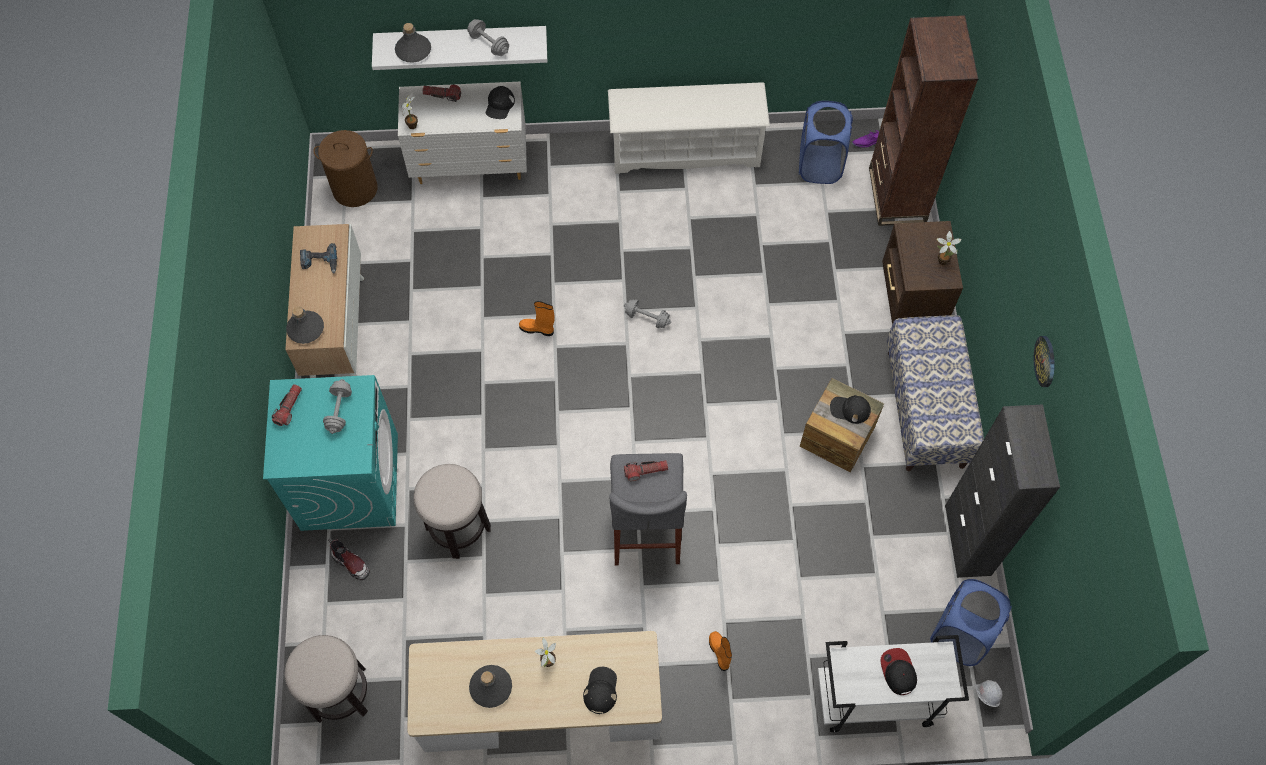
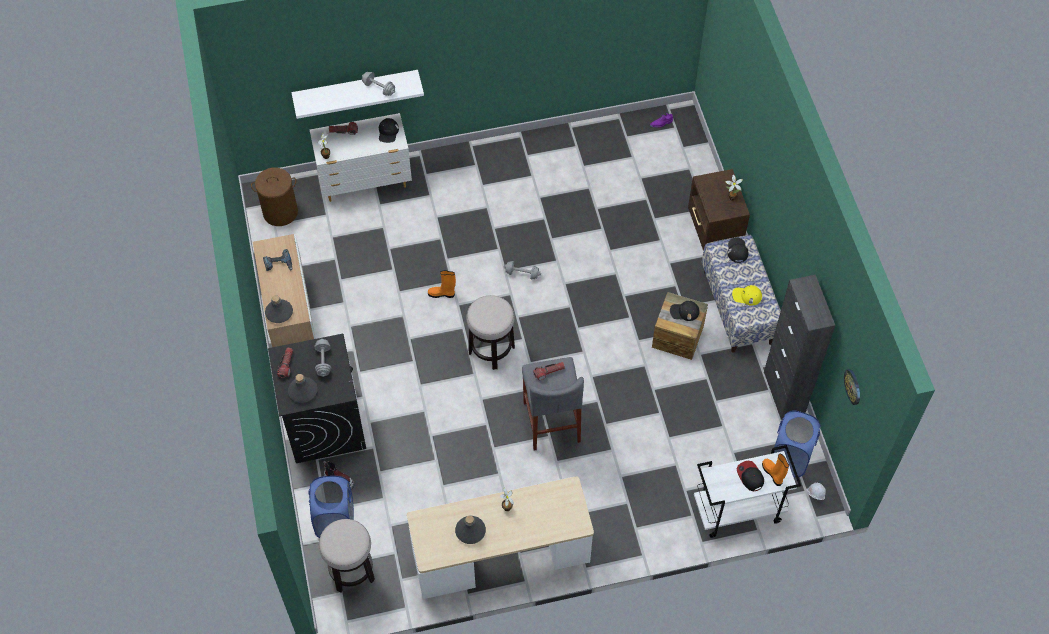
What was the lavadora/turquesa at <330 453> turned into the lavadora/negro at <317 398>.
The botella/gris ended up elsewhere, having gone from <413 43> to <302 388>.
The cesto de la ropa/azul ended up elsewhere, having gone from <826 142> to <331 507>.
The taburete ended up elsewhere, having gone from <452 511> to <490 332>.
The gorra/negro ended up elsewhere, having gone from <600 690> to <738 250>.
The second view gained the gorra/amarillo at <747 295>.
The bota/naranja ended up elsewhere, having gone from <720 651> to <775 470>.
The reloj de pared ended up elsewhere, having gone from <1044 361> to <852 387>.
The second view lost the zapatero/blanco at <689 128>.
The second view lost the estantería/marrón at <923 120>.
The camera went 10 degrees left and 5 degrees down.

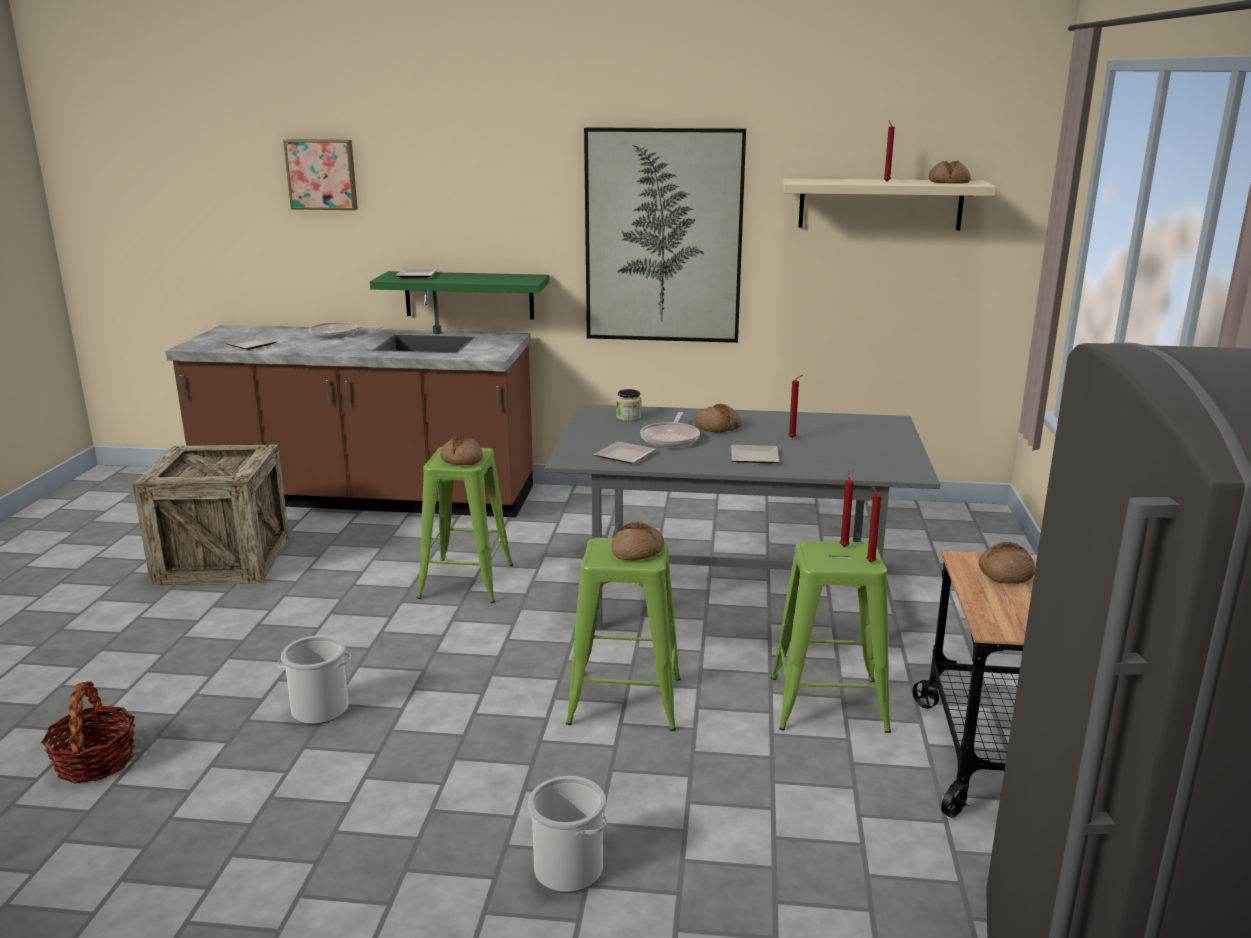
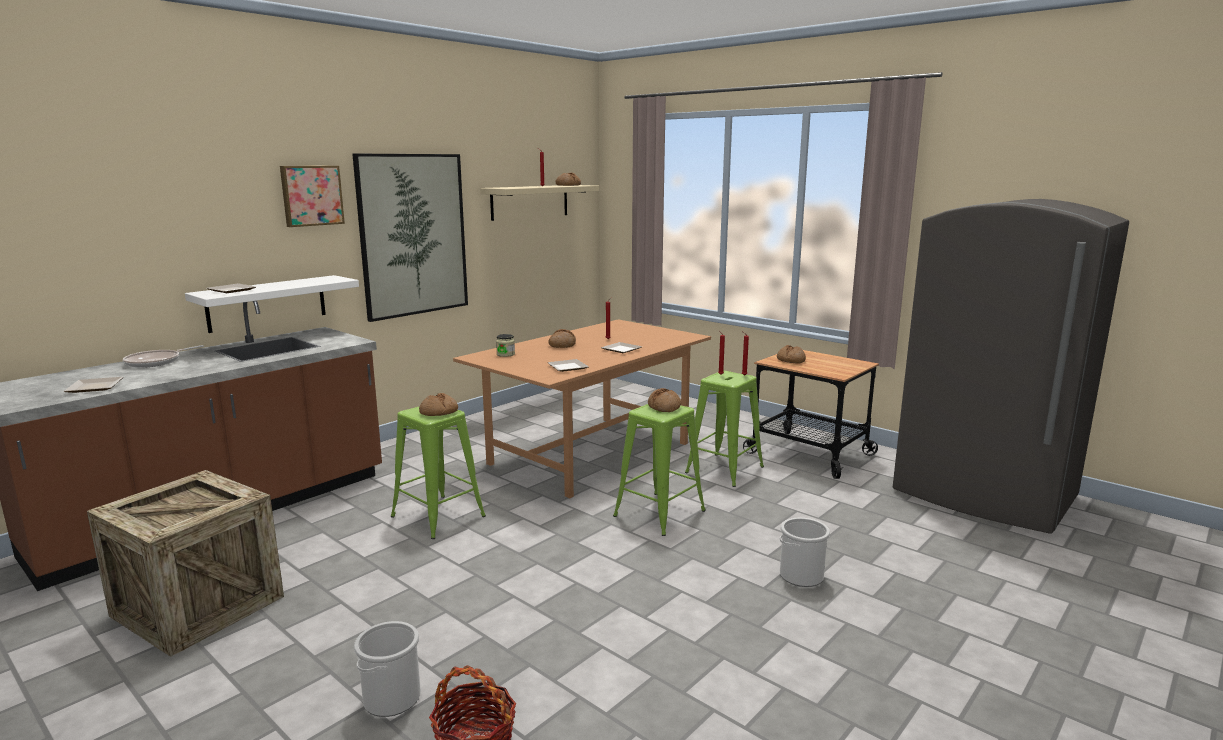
What was the estante/verde at <460 295> turned into the estante/blanco at <272 304>.
The cuadro ended up elsewhere, having gone from <320 174> to <312 196>.
The cubo ended up elsewhere, having gone from <314 680> to <387 669>.
What was the mesa de comedor/gris at <742 517> turned into the mesa de comedor/marrón at <582 408>.
The second view lost the sartén at <670 430>.
The camera went 55 degrees left and 5 degrees down.

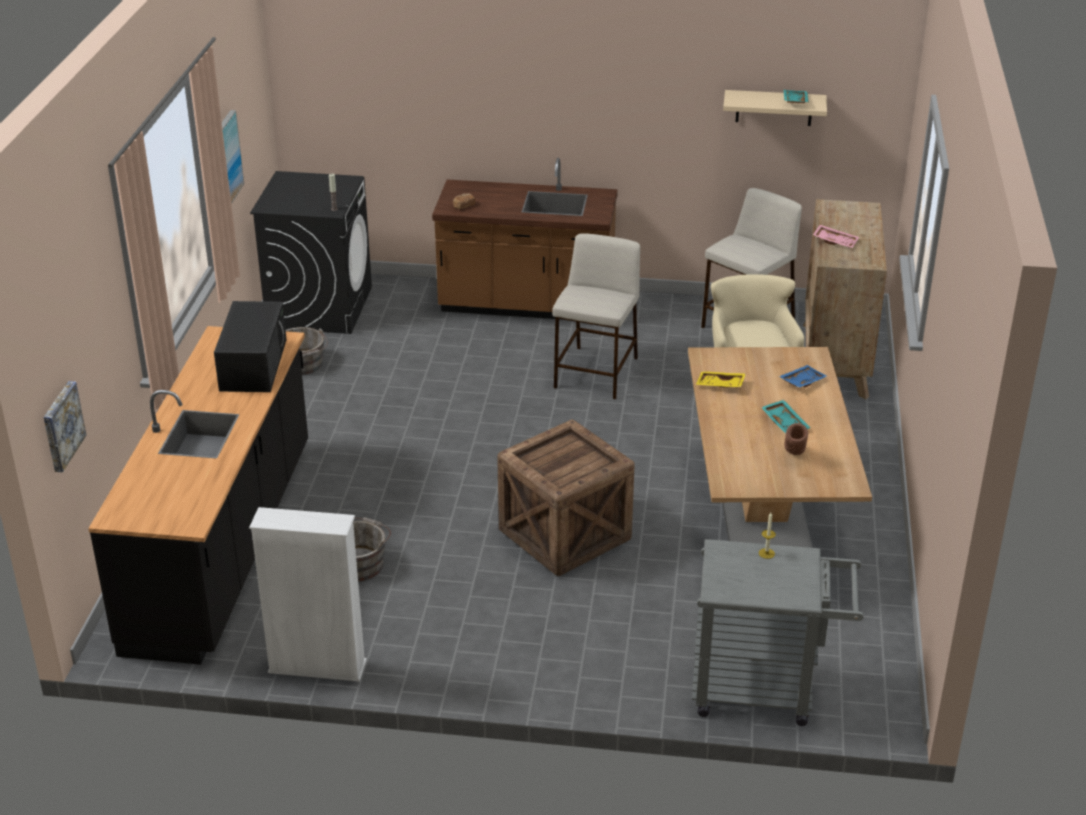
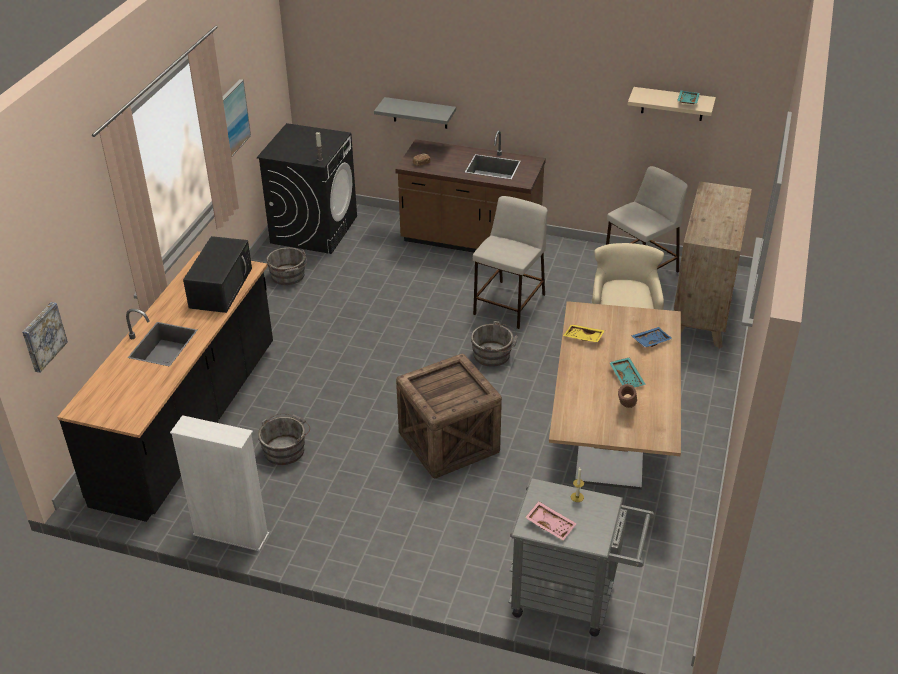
The second view gained the estante/gris at <415 113>.
The second view gained the cubo/gris at <494 344>.
The bandeja/rosa ended up elsewhere, having gone from <836 236> to <551 521>.
The camera went 10 degrees right and 5 degrees up.

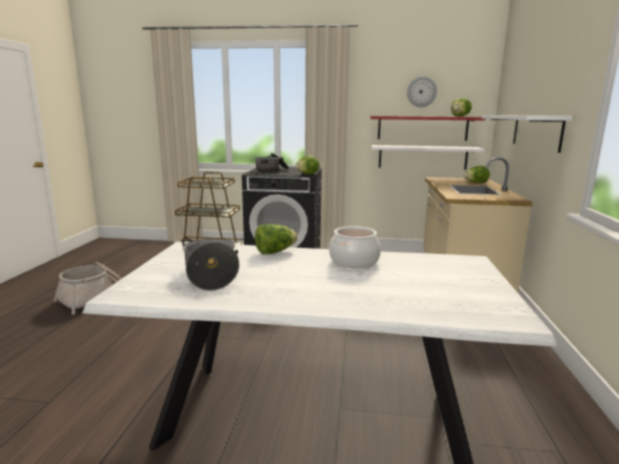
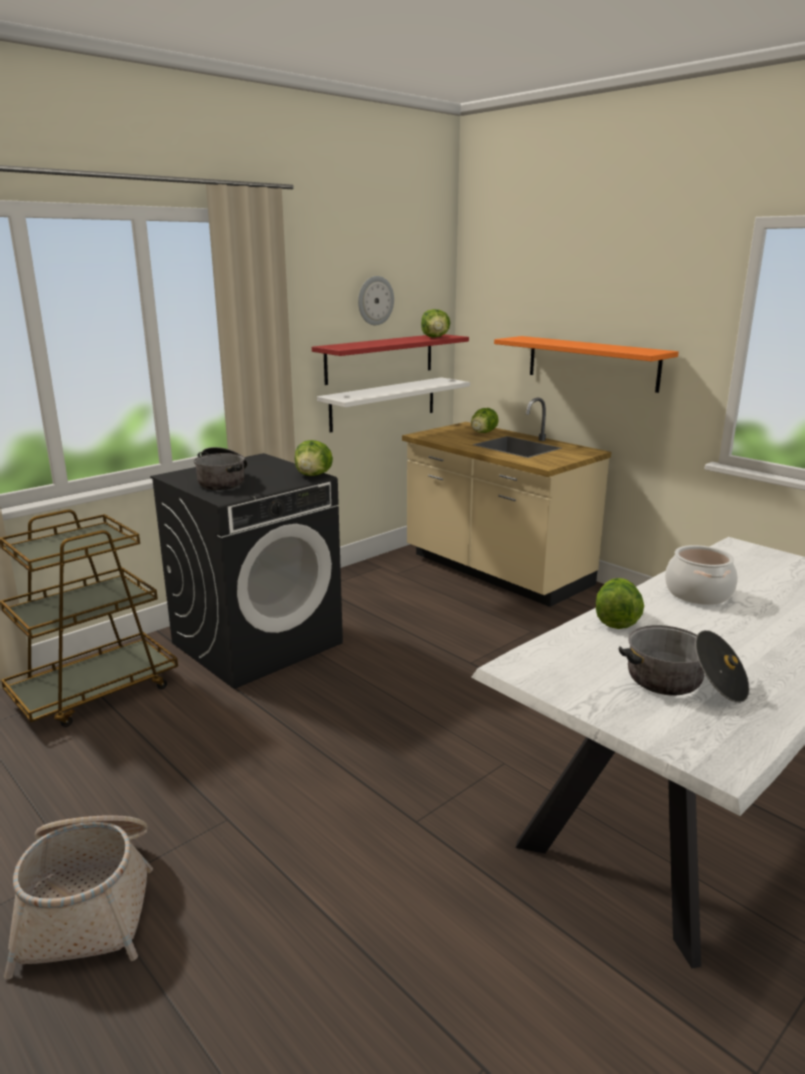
What was the estante/blanco at <527 134> turned into the estante/naranja at <586 364>.
The camera went 50 degrees left and 5 degrees up.

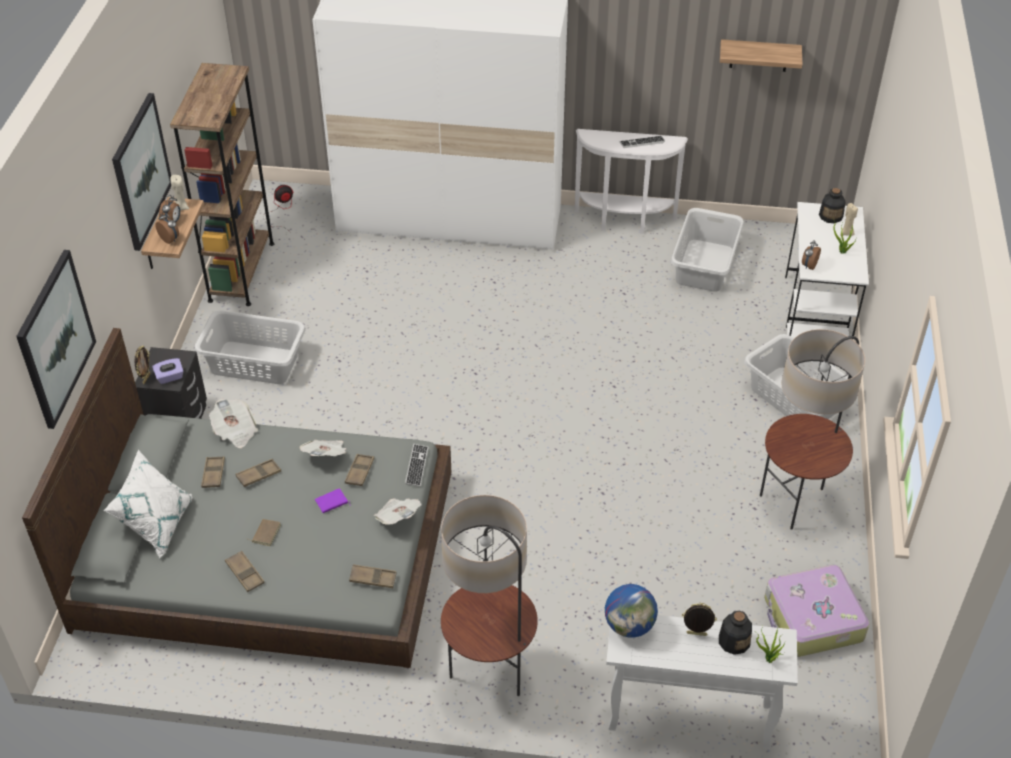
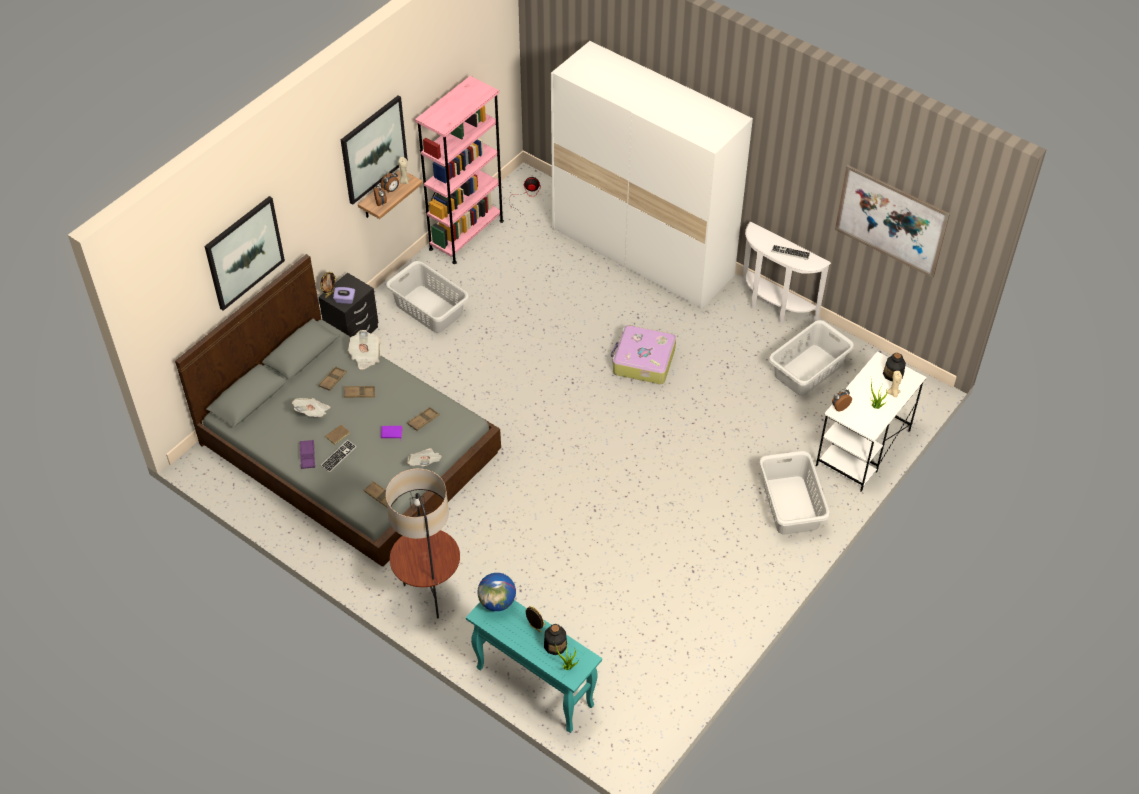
The periódico ended up elsewhere, having gone from <323 448> to <311 407>.
What was the bandeja/marrón at <245 571> turned into the bandeja/morado at <307 454>.
The teclado ended up elsewhere, having gone from <416 465> to <338 456>.
What was the estantería/marrón at <222 184> turned into the estantería/rosa at <459 170>.
What was the mesa consola/blanco at <702 682> turned into the mesa consola/turquesa at <534 666>.
The maleta ended up elsewhere, having gone from <816 611> to <643 354>.
Where the estante hung at <761 55>, the cuadro came to hang at <892 221>.
The second view lost the cojín/blanco at <148 503>.
The second view lost the lámpara de pie at <812 429>.
The camera went 30 degrees right and 5 degrees up.

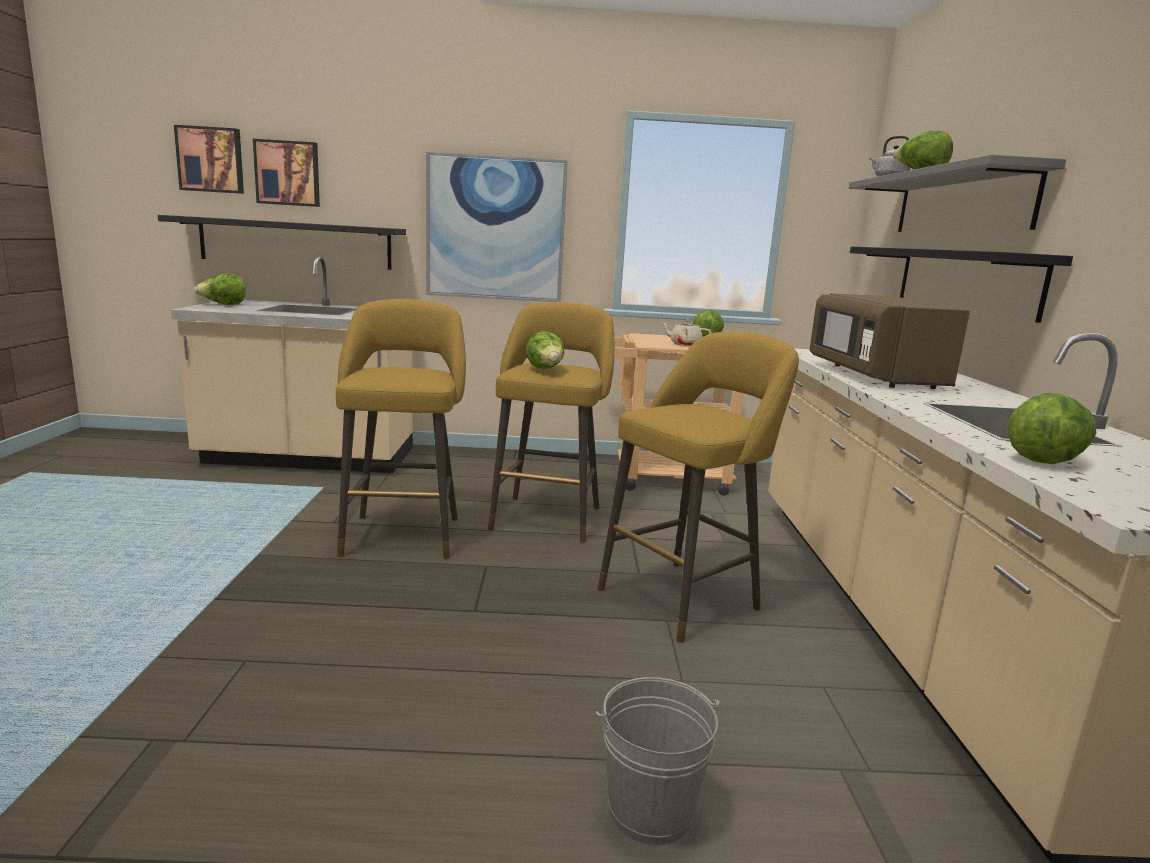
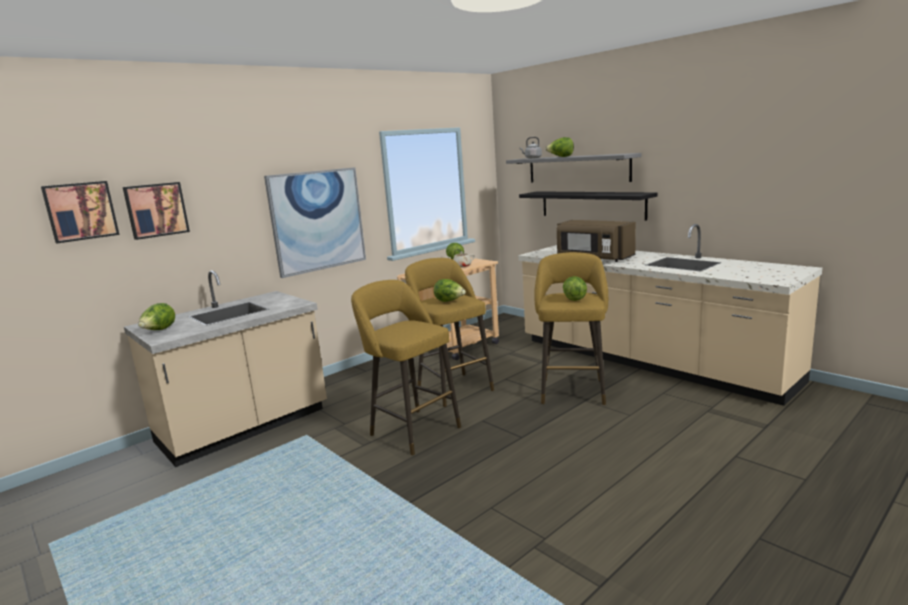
The lechuga ended up elsewhere, having gone from <1052 428> to <575 288>.
The second view lost the estante/negro at <282 242>.
The second view lost the cubo/gris at <657 761>.
The camera went 40 degrees left and 0 degrees up.

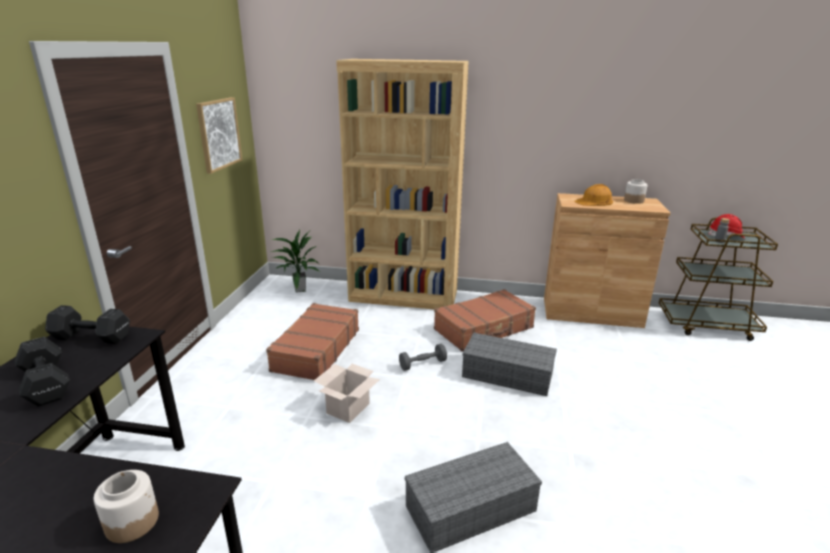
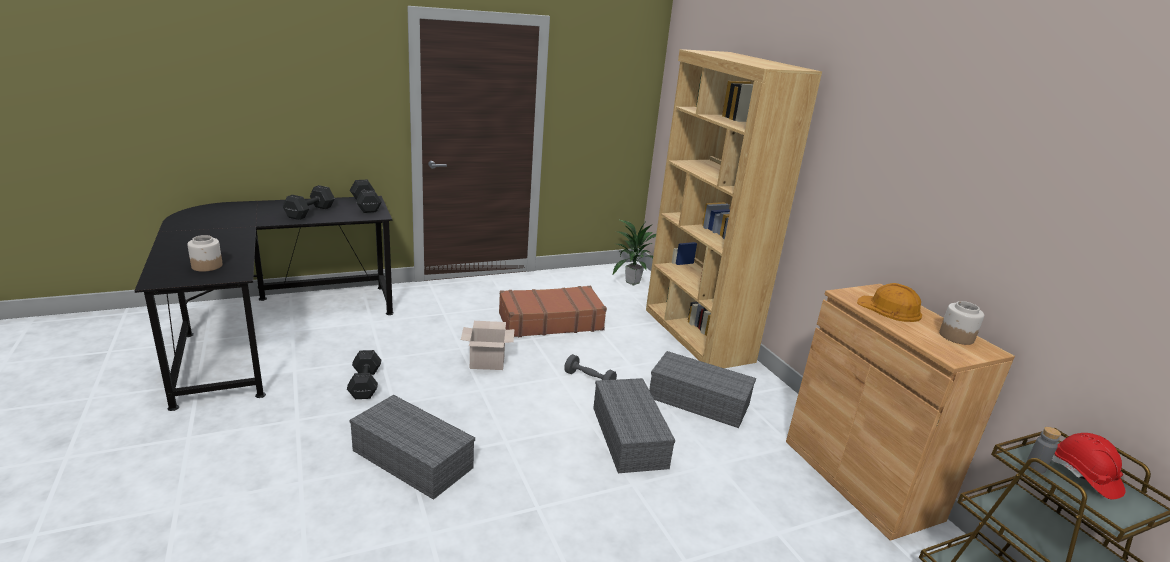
The second view gained the mancuerna/negro at <364 374>.
Where the maleta/marrón stood at <485 320>, the caja de almacenaje/gris came to stand at <702 389>.
The second view lost the cuadro at <219 135>.
The camera went 55 degrees right and 0 degrees up.

